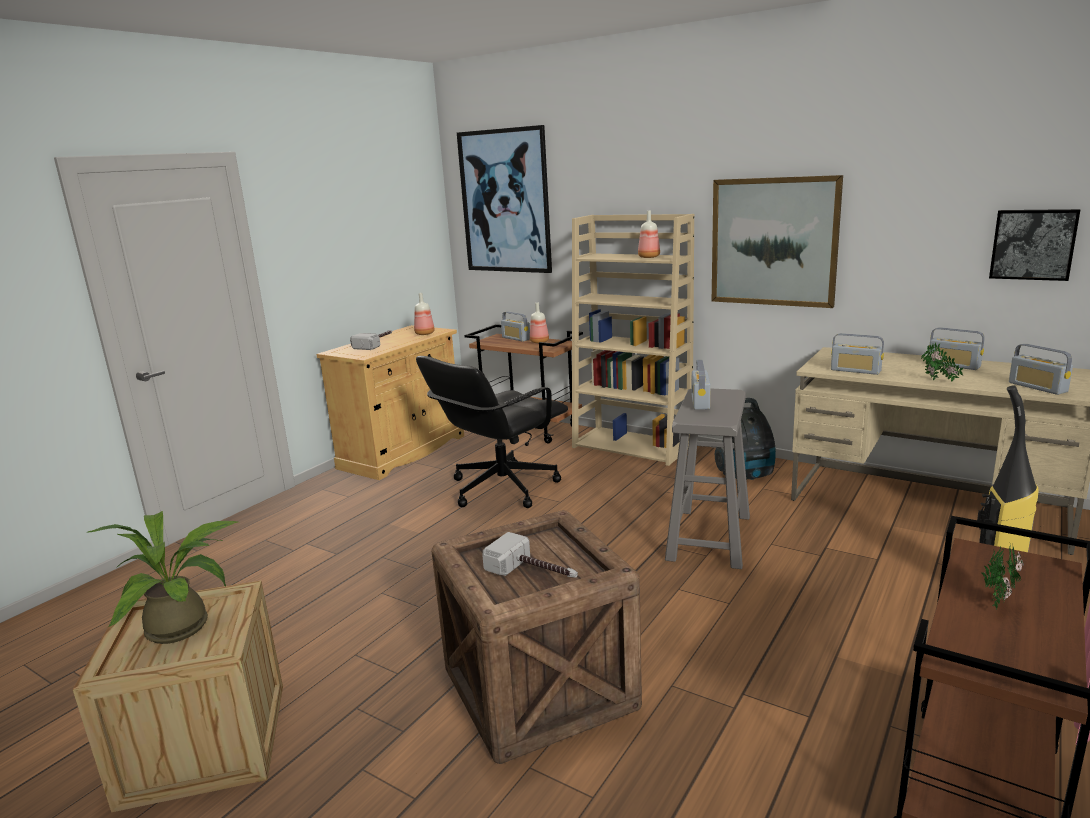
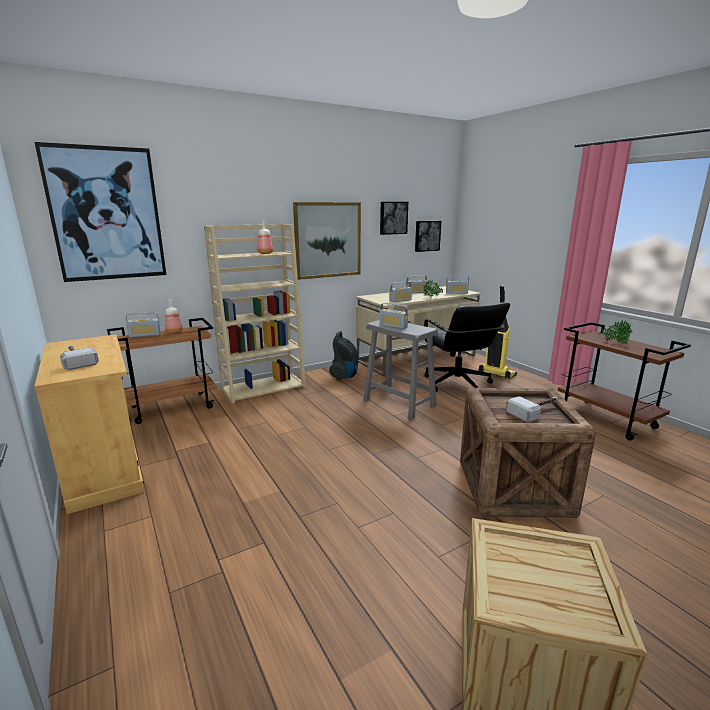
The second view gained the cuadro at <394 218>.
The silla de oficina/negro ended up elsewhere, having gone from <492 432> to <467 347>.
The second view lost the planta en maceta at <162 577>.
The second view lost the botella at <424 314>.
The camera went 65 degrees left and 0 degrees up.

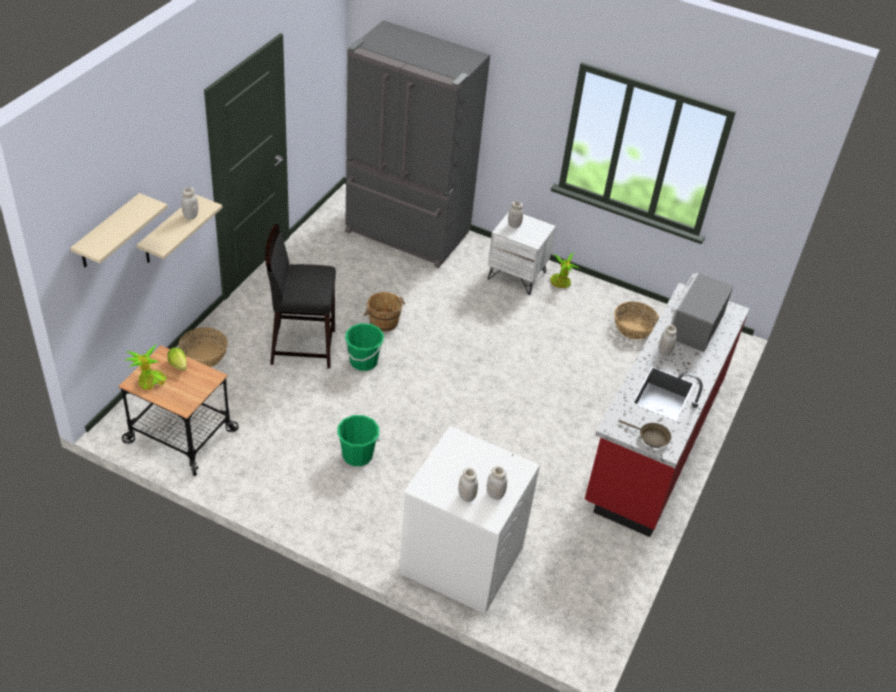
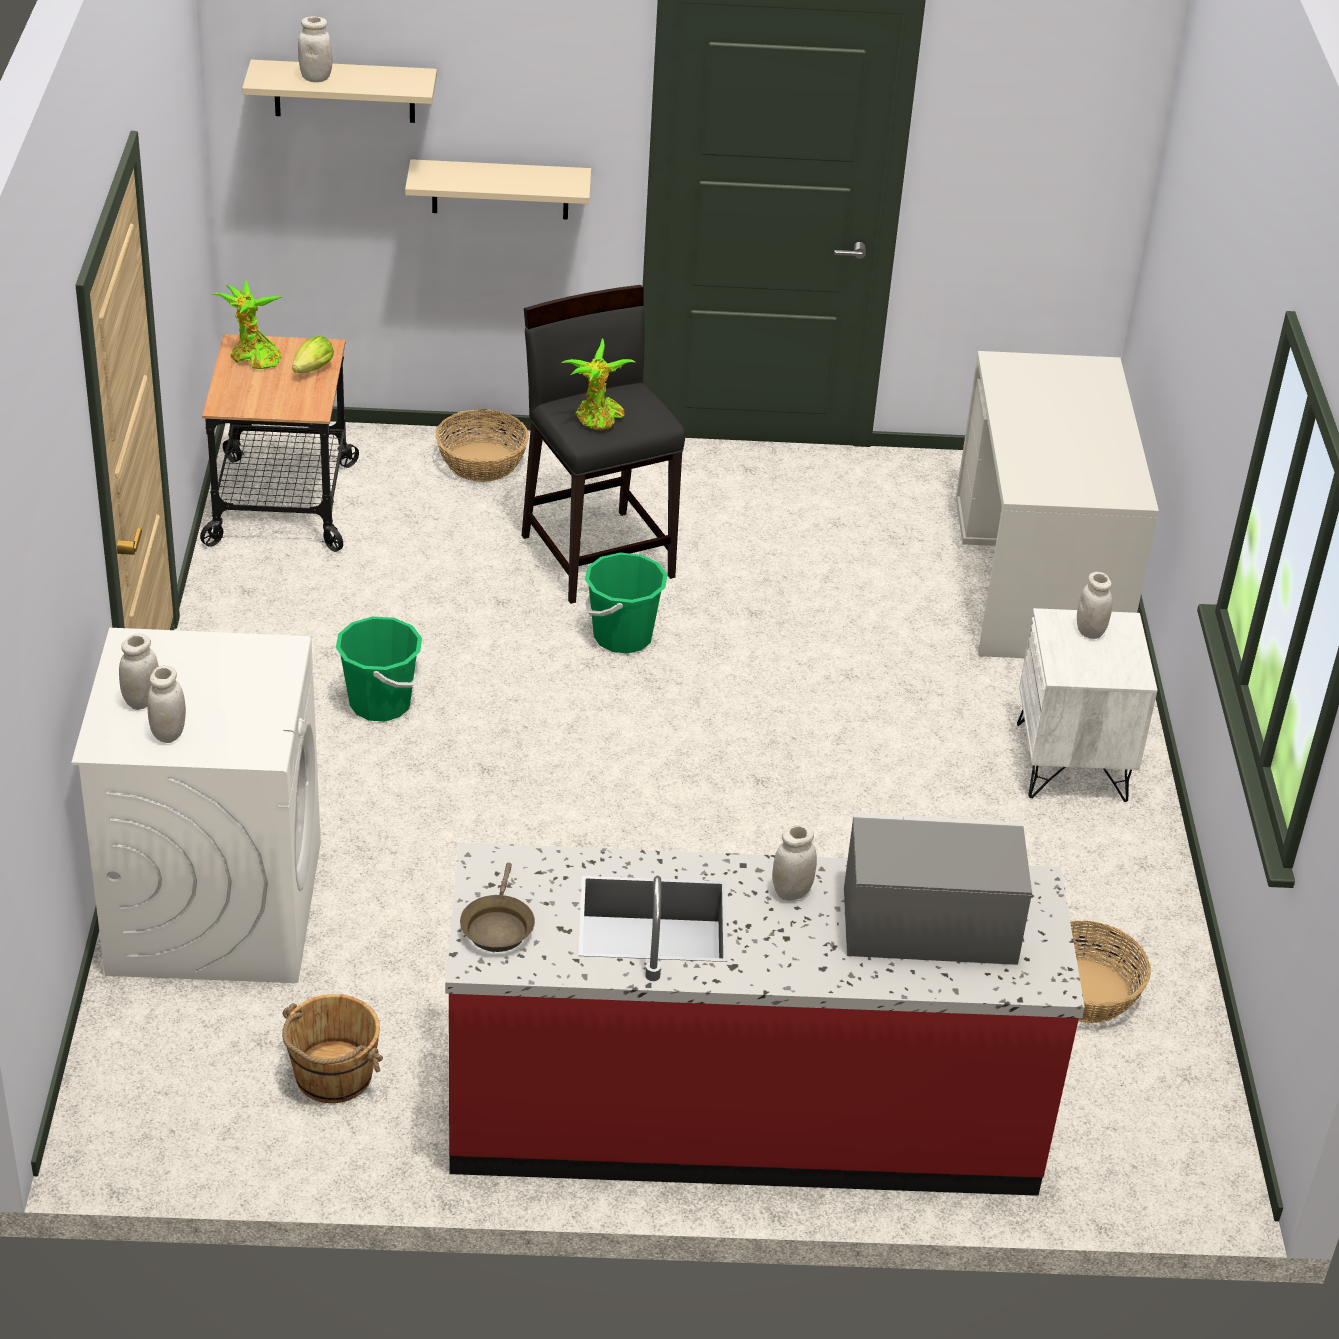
The cubo/marrón ended up elsewhere, having gone from <384 312> to <332 1048>.
The tarro/blanco ended up elsewhere, having gone from <190 203> to <315 49>.
The planta en maceta ended up elsewhere, having gone from <564 270> to <598 384>.
Where the nevera/gris stood at <417 144>, the escritorio/blanco came to stand at <1057 504>.
The camera went 65 degrees right and 5 degrees down.

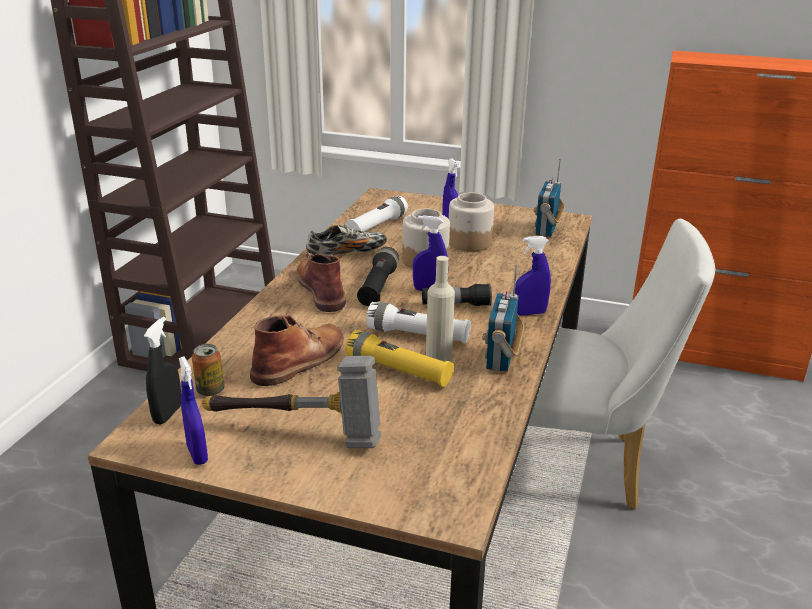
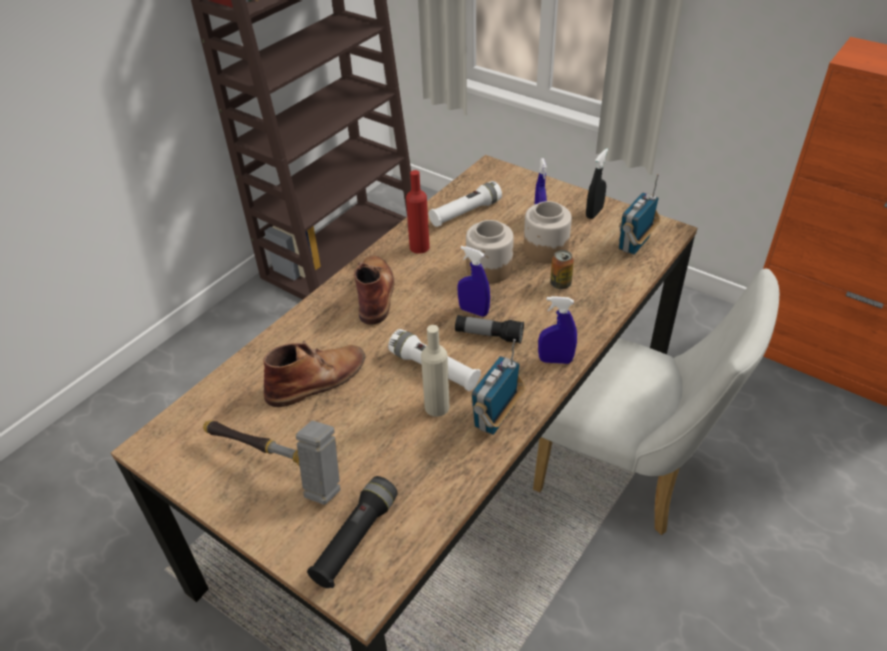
The linterna/negro ended up elsewhere, having gone from <378 276> to <352 532>.
Where the zapato stood at <346 240>, the botella/rojo came to stand at <418 212>.
The lata ended up elsewhere, having gone from <208 370> to <562 269>.
The pulverizador/negro ended up elsewhere, having gone from <162 371> to <597 183>.
The second view lost the pulverizador/azul at <193 410>.
The second view lost the linterna/amarillo at <400 358>.
The camera went 20 degrees right and 15 degrees up.

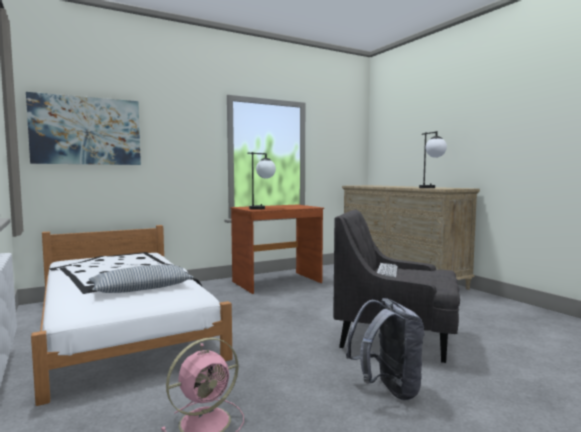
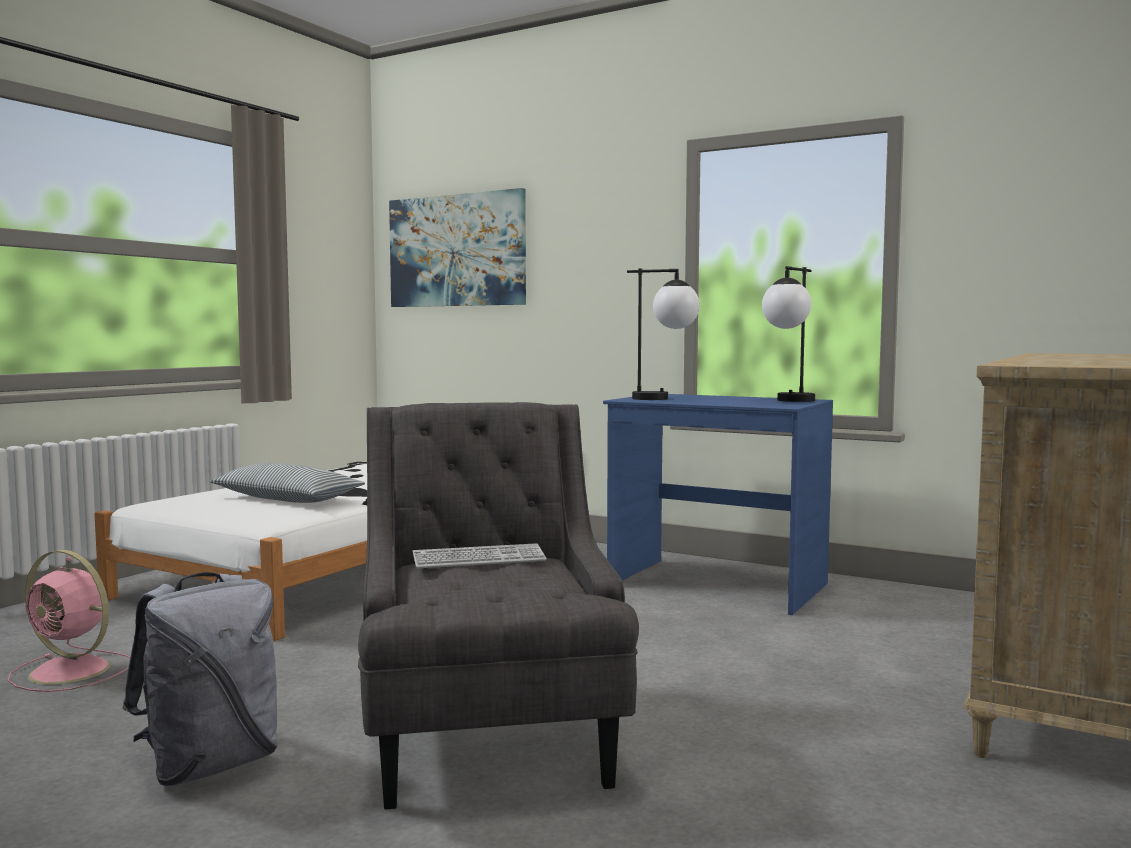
What was the escritorio/marrón at <277 249> turned into the escritorio/azul at <718 504>.
The lámpara de mesa ended up elsewhere, having gone from <433 159> to <788 334>.
The camera went 60 degrees right and 0 degrees up.

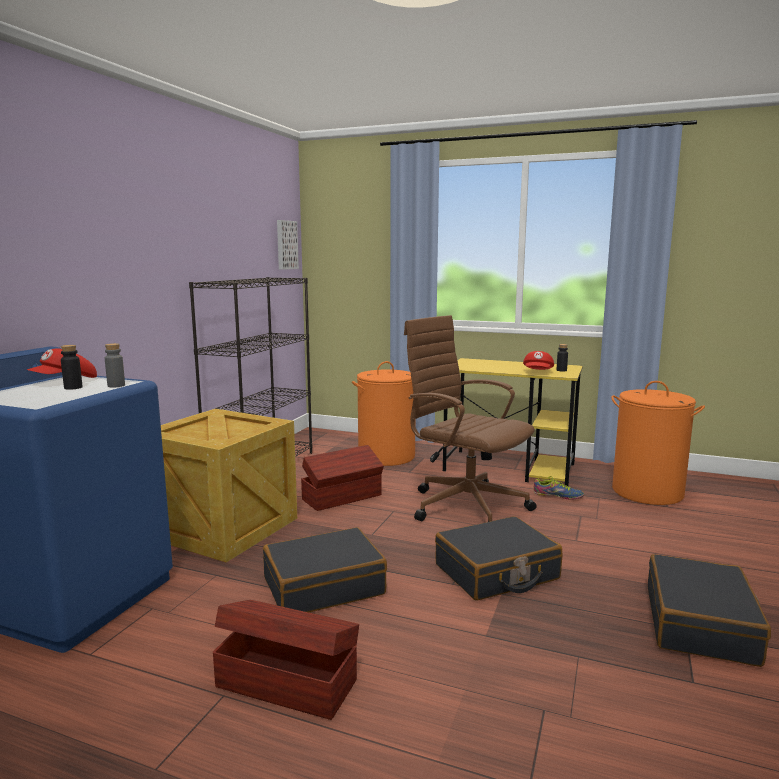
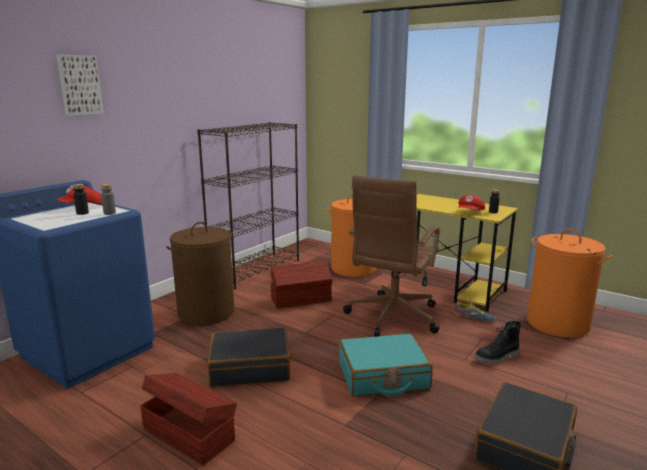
The cuadro ended up elsewhere, having gone from <288 245> to <80 85>.
Where the caja de embalaje stood at <229 485>, the cesto de la ropa/marrón came to stand at <200 273>.
What was the maleta/negro at <498 558> turned into the maleta/turquesa at <386 365>.
The silla de oficina/marrón at <470 418> ended up facing another way, 120 degrees counterclockwise from before.
The second view gained the bota/negro at <498 342>.
The camera went 15 degrees right and 5 degrees up.

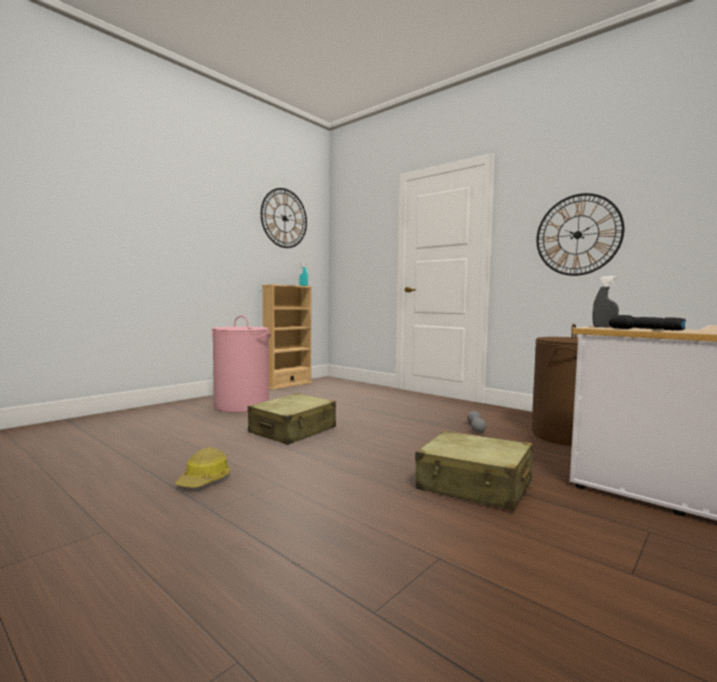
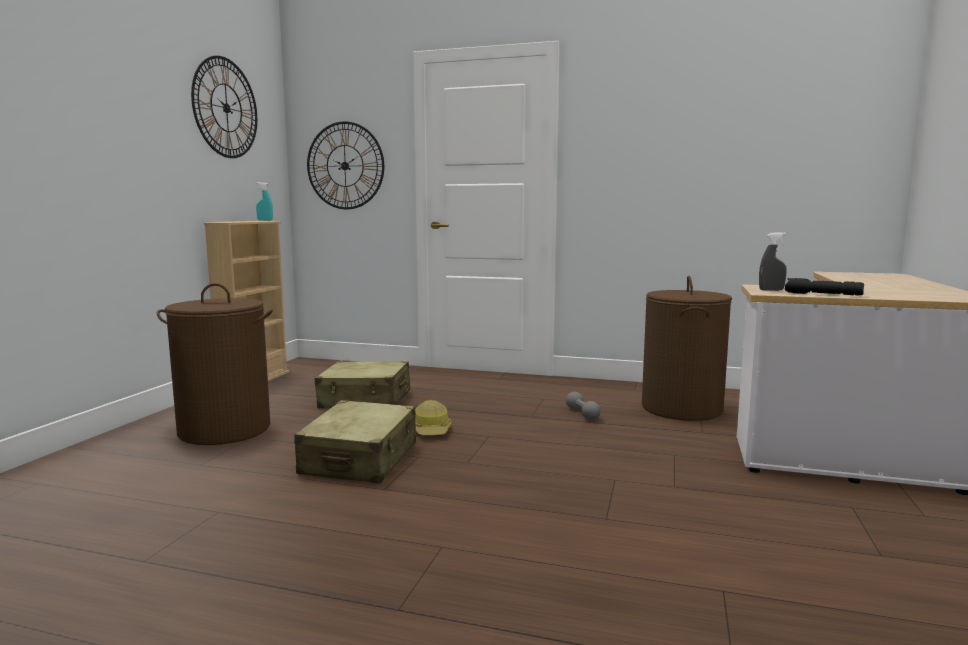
What was the cesto de la ropa/rosa at <241 364> turned into the cesto de la ropa/marrón at <215 364>.
The reloj de pared ended up elsewhere, having gone from <580 234> to <345 165>.
The maleta/beis ended up elsewhere, having gone from <474 471> to <362 384>.
The casco ended up elsewhere, having gone from <203 467> to <433 417>.
The camera went 25 degrees left and 5 degrees up.

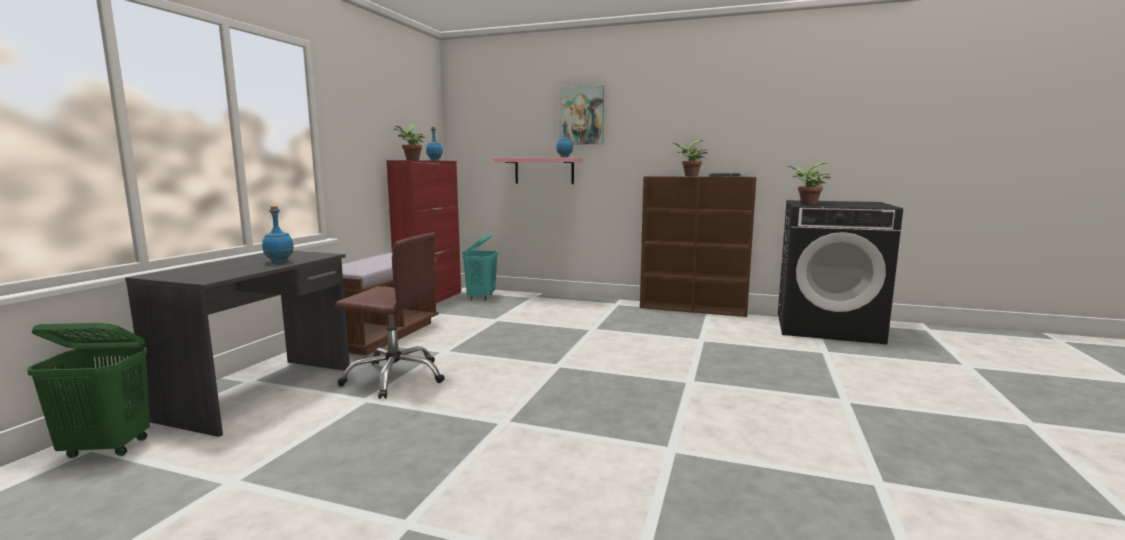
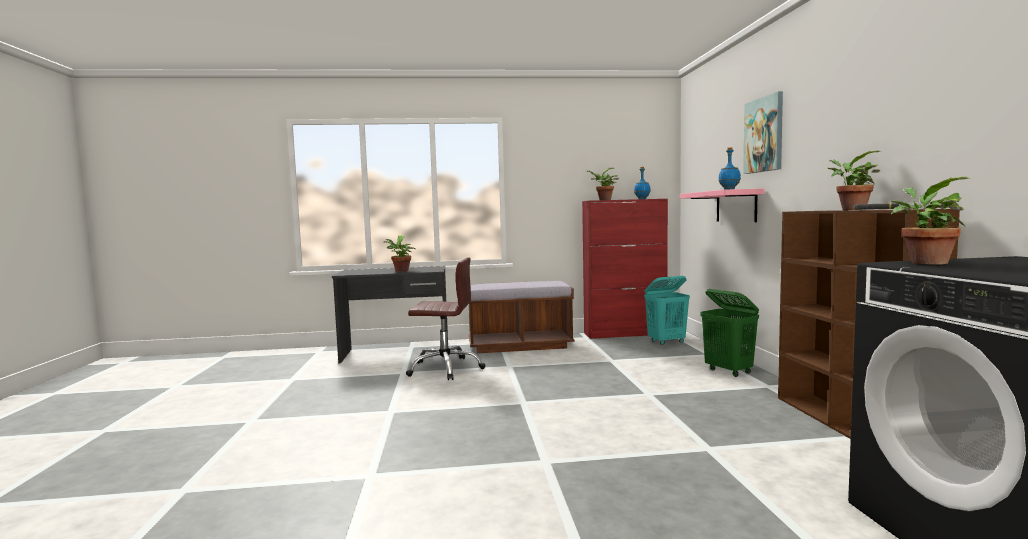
Where the botella/azul stood at <278 234>, the planta en maceta came to stand at <400 253>.
The silla de oficina/marrón at <390 316> ended up facing another way, 75 degrees counterclockwise from before.
The cesto de la ropa/verde ended up elsewhere, having gone from <88 390> to <729 333>.
The camera went 65 degrees right and 5 degrees down.

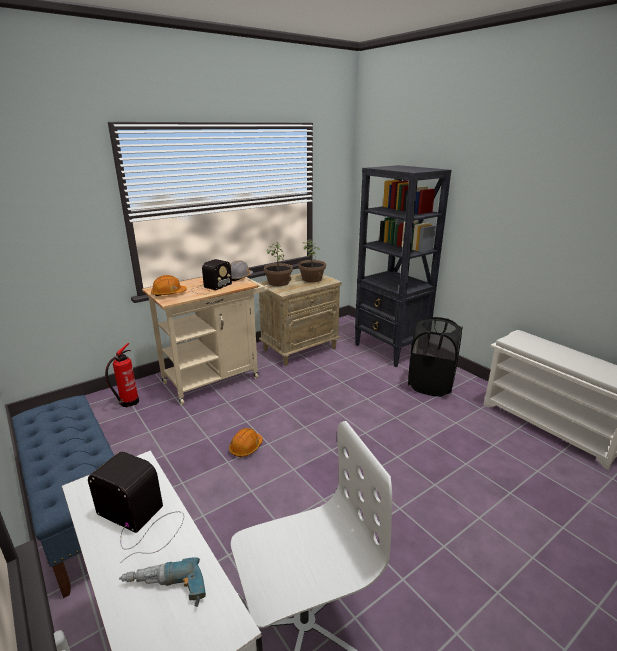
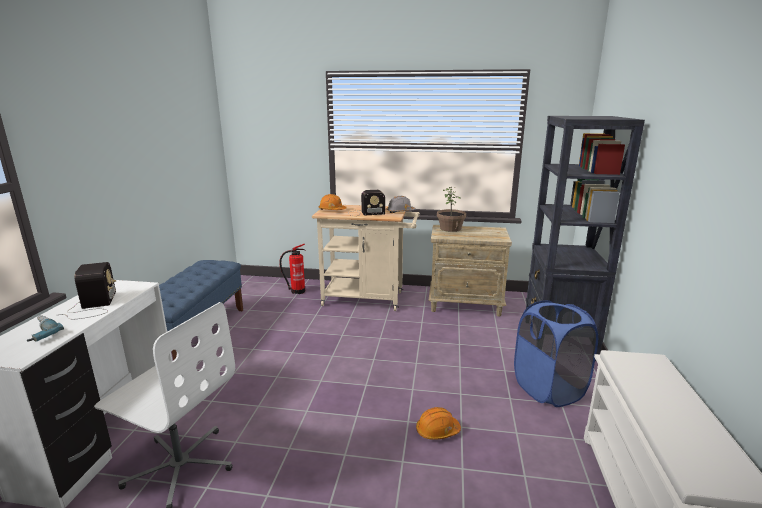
The casco/naranja ended up elsewhere, having gone from <246 443> to <438 423>.
What was the cesto de la ropa/negro at <435 357> turned into the cesto de la ropa/azul at <556 353>.
The second view lost the planta en maceta at <312 260>.
The camera went 45 degrees right and 5 degrees down.

